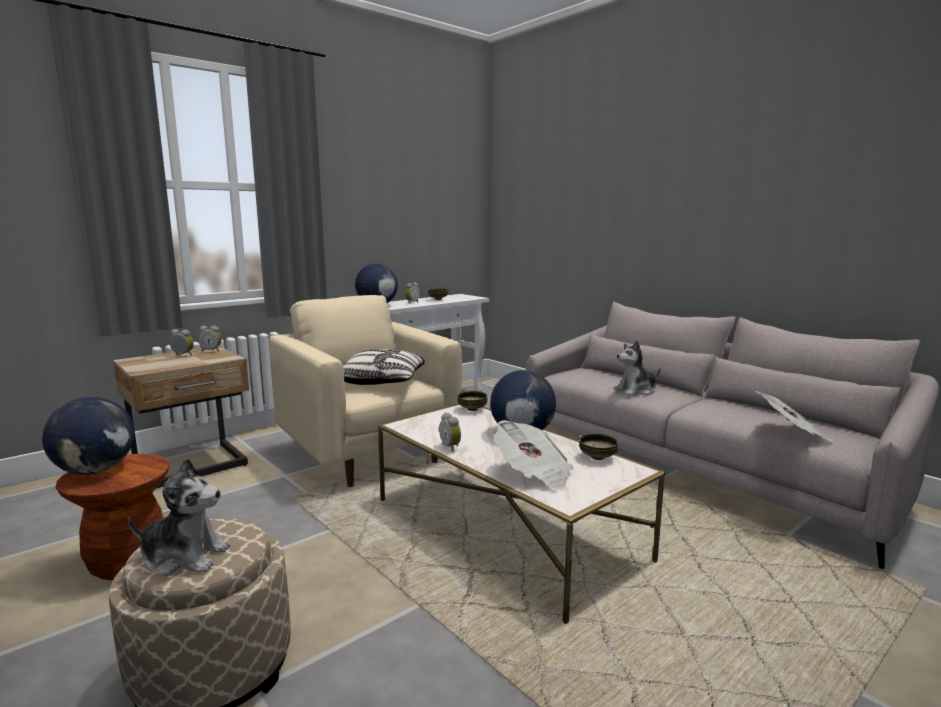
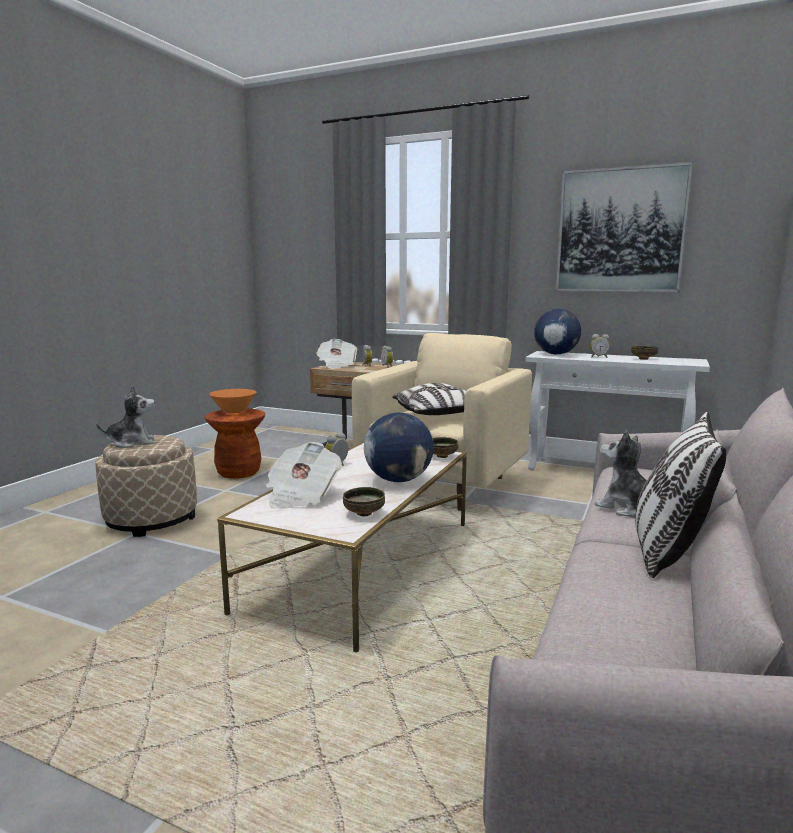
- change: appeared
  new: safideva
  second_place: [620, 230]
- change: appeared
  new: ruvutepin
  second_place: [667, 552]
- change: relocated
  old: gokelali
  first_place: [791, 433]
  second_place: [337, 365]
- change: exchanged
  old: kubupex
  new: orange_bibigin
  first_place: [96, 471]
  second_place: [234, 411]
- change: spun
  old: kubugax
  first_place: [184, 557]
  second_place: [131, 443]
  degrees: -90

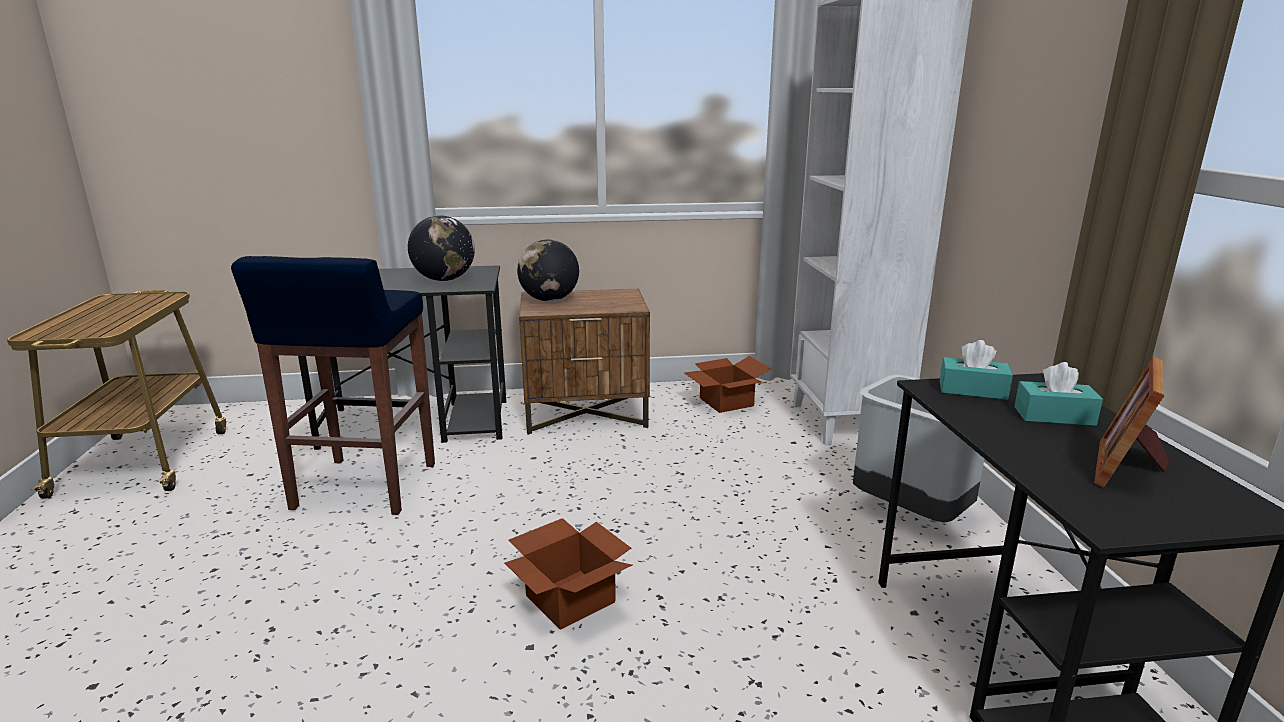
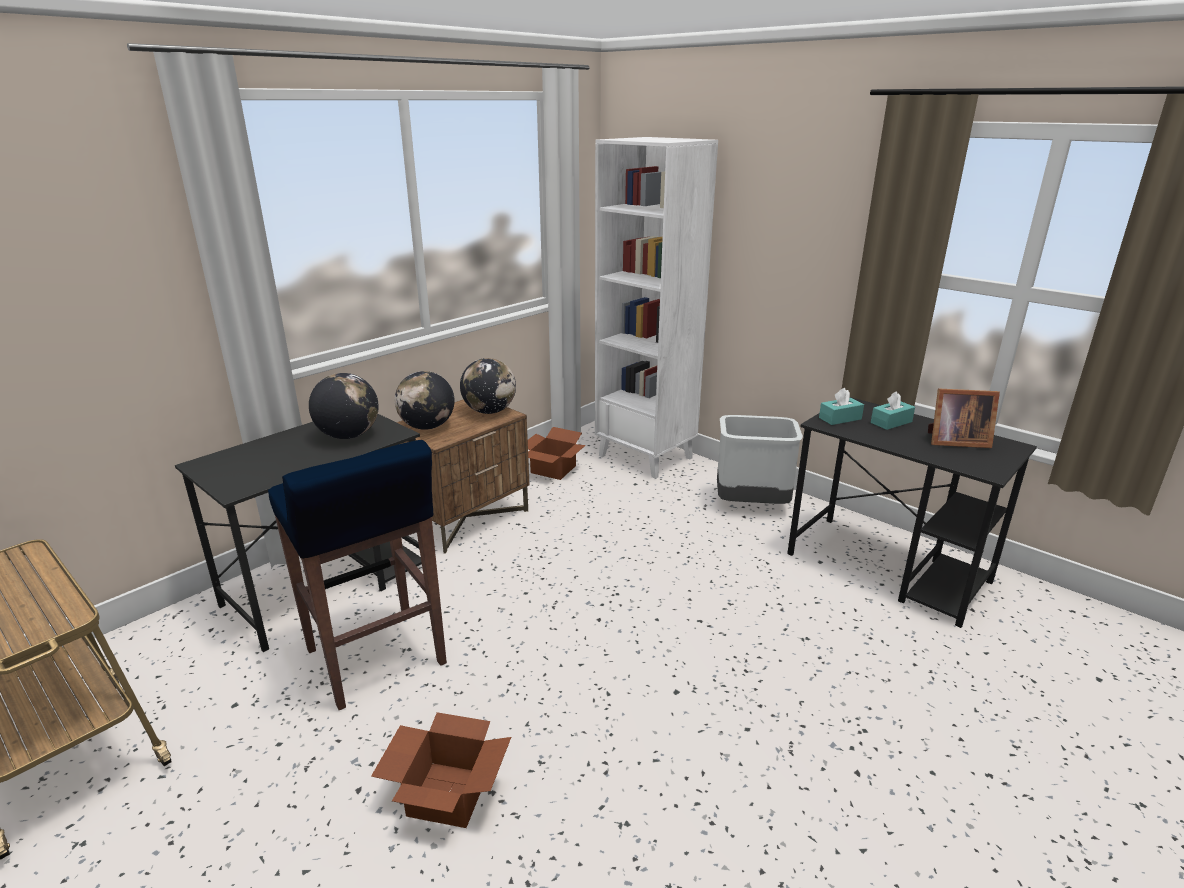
- change: appeared
  new: kubupex
  second_place: [490, 411]
- change: relocated
  old: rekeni
  first_place: [570, 597]
  second_place: [446, 793]
- change: spun
  old: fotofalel
  first_place: [1128, 468]
  second_place: [954, 441]
  degrees: -75

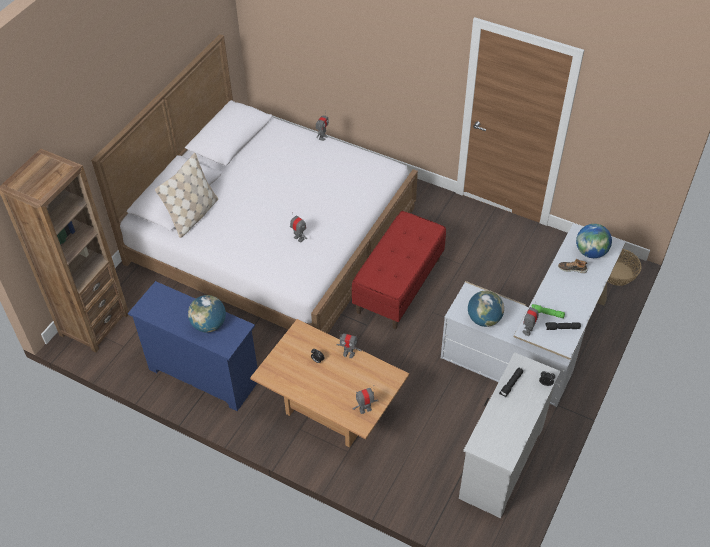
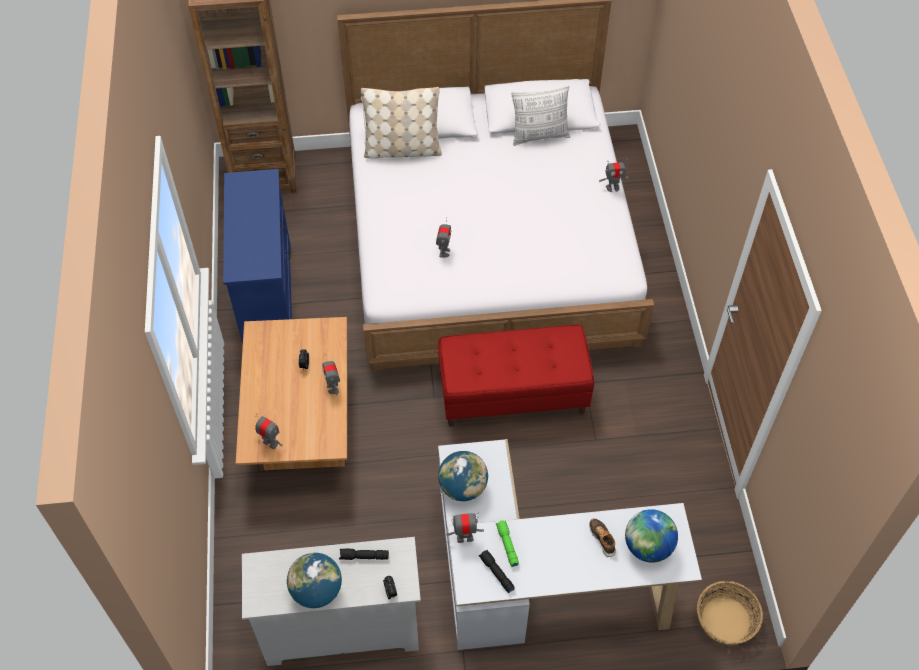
- change: appeared
  new: ruvutepin
  second_place: [539, 135]
- change: relocated
  old: kubupex
  first_place: [209, 325]
  second_place: [317, 591]

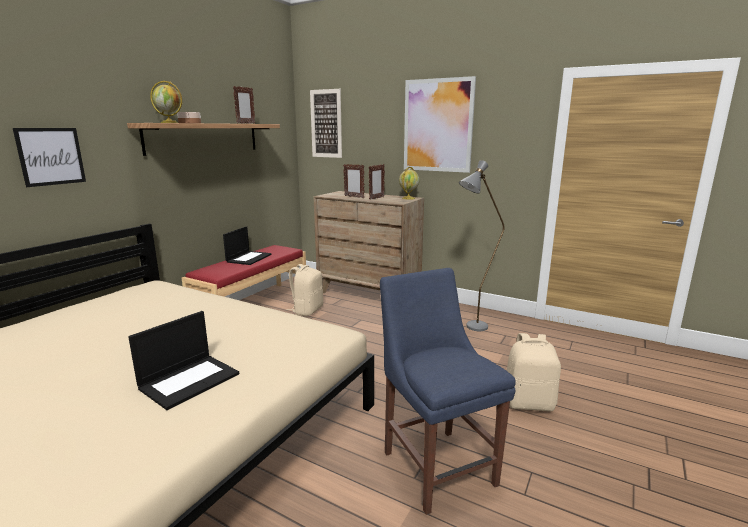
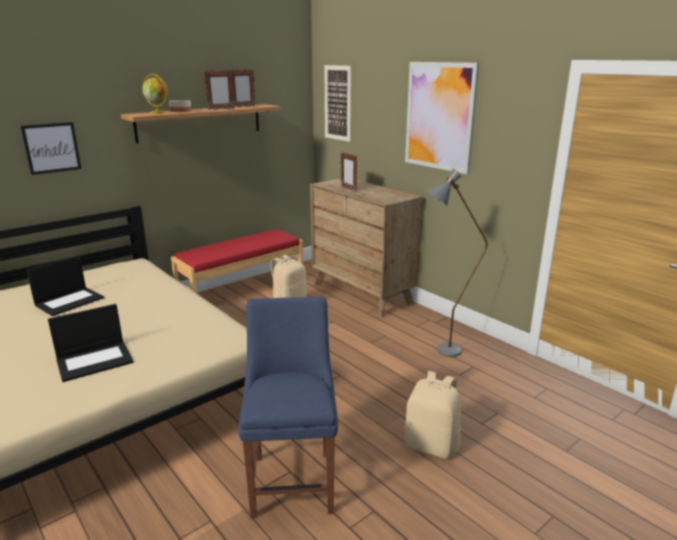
- change: missing
  old: kubupex
  first_place: [408, 198]
- change: relocated
  old: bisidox
  first_place: [249, 258]
  second_place: [70, 301]
- change: relocated
  old: fotofalel
  first_place: [376, 198]
  second_place: [221, 109]

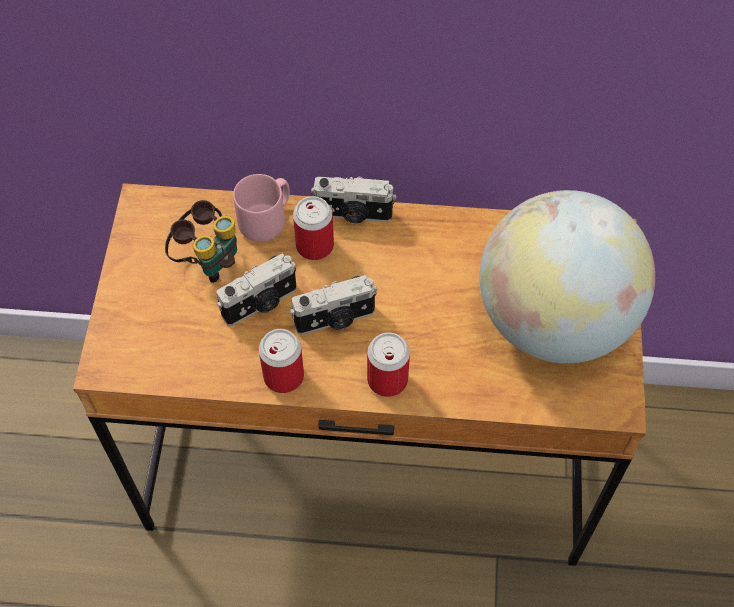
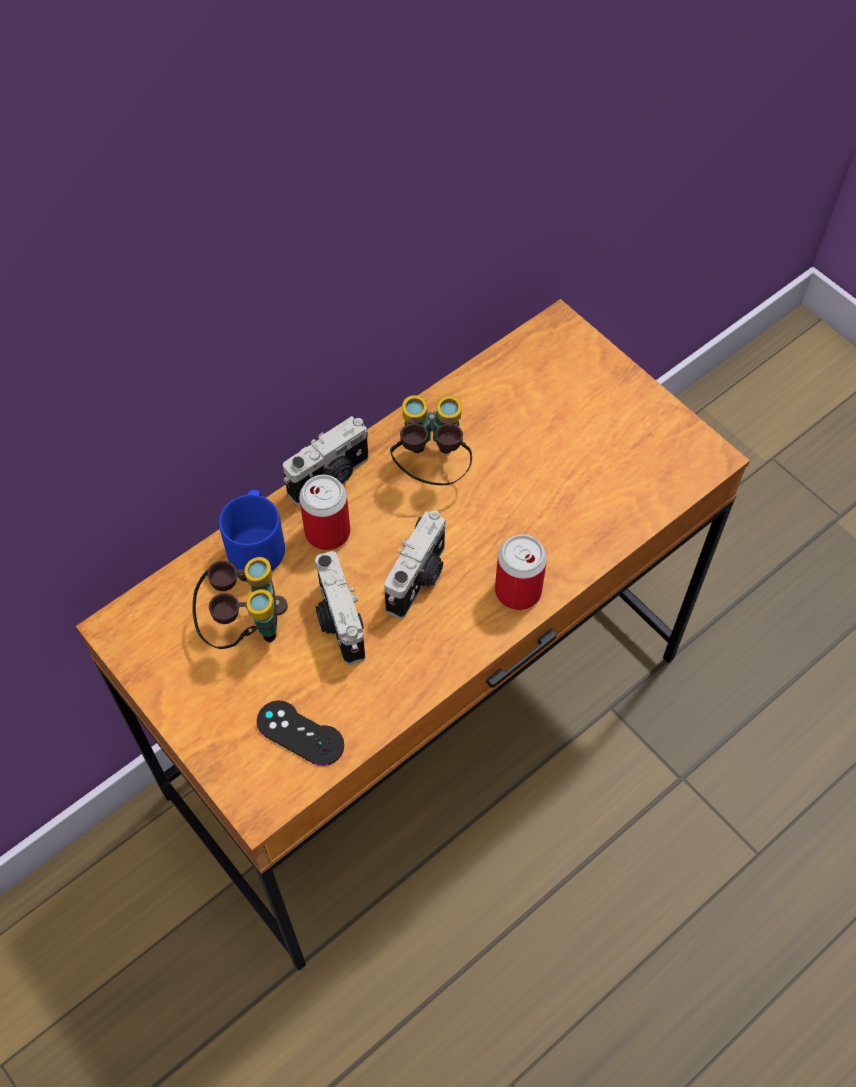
- change: missing
  old: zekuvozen
  first_place: [283, 376]
- change: missing
  old: kubupex
  first_place: [553, 319]
- change: appeared
  new: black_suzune
  second_place: [300, 733]
- change: appeared
  new: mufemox
  second_place: [431, 468]
- change: colour
  old: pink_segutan
  new: blue_segutan
  first_place: [266, 219]
  second_place: [257, 545]
- change: spun
  old: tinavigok
  first_place: [261, 304]
  second_place: [338, 622]
  degrees: 150

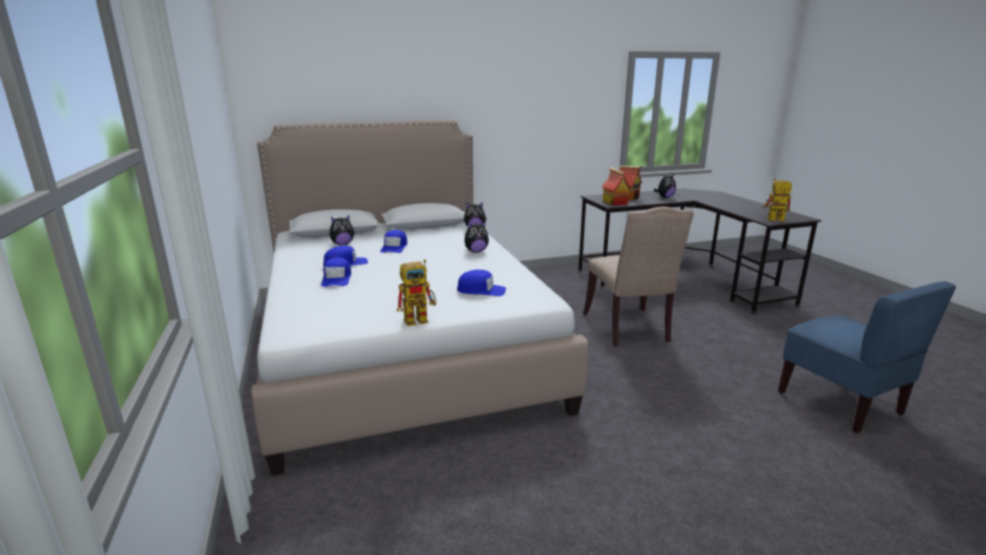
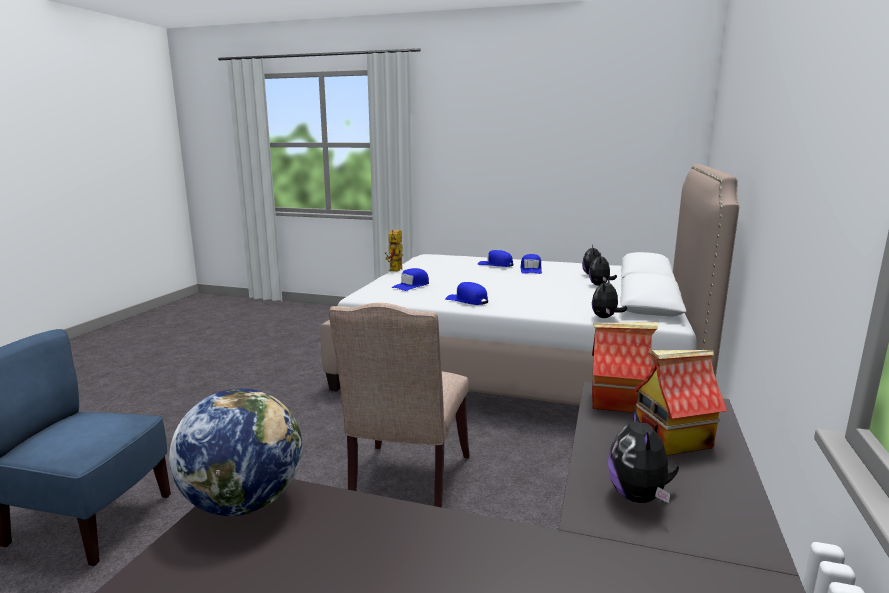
- change: relocated
  old: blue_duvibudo
  first_place: [394, 247]
  second_place: [467, 300]
- change: relocated
  old: kubugax
  first_place: [476, 251]
  second_place: [600, 285]
- change: exchanged
  old: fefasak
  new: kubupex
  first_place: [772, 220]
  second_place: [244, 502]
- change: spun
  old: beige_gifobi
  first_place: [629, 329]
  second_place: [407, 486]
  degrees: -105

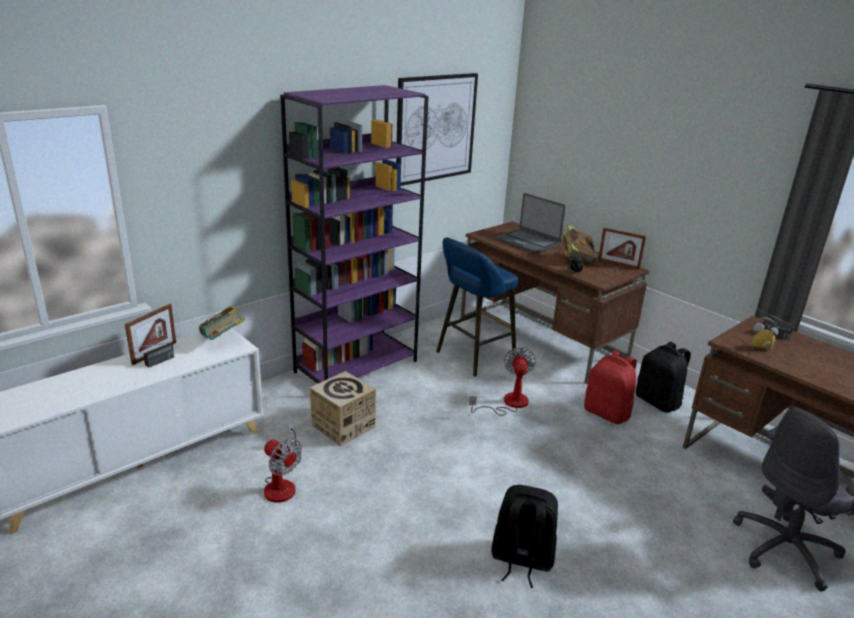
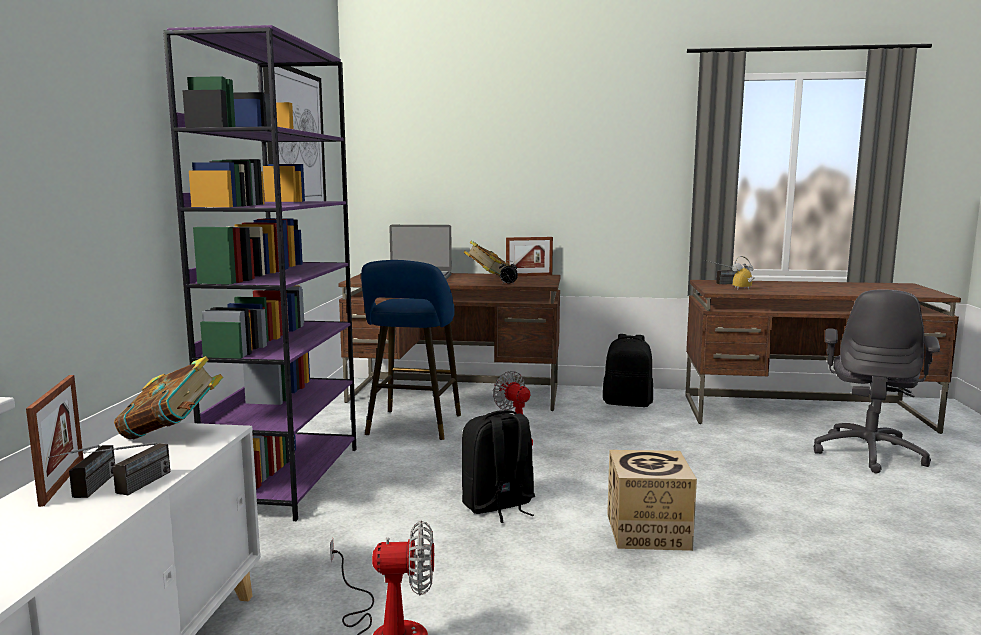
- change: missing
  old: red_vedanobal
  first_place: [607, 413]
- change: appeared
  new: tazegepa
  second_place: [133, 489]
- change: relocated
  old: rekeni
  first_place: [343, 426]
  second_place: [647, 531]
- change: relocated
  old: black_vedanobal
  first_place: [521, 560]
  second_place: [498, 506]

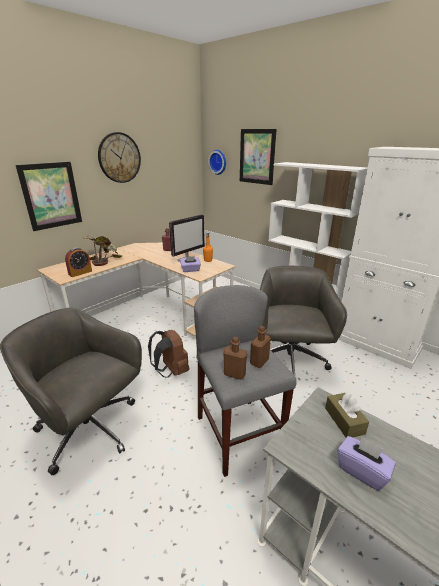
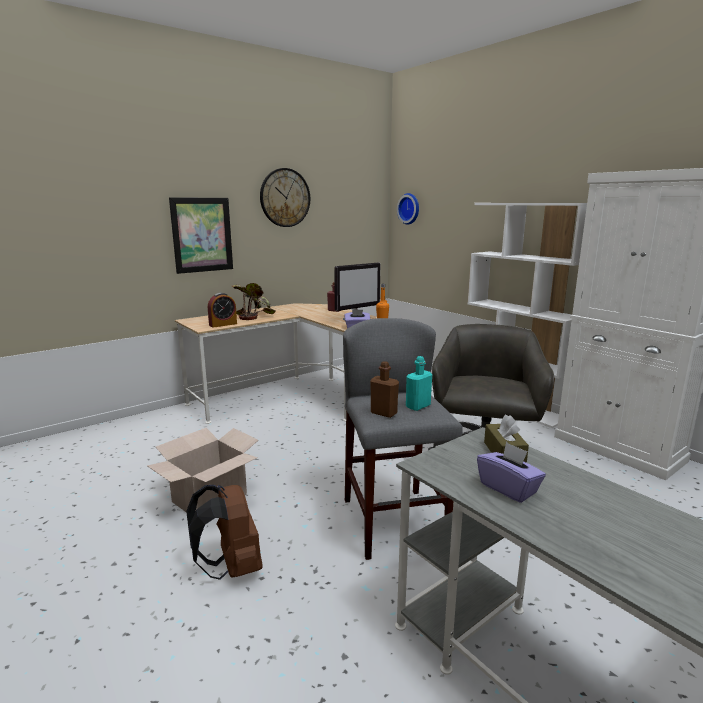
- change: missing
  old: safideva
  first_place: [257, 156]
- change: relocated
  old: brown_vedanobal
  first_place: [171, 371]
  second_place: [231, 568]
- change: exchanged
  old: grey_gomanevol
  new: rekeni
  first_place: [90, 430]
  second_place: [209, 498]
- change: colour
  old: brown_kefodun
  new: turquoise_kefodun
  first_place: [259, 362]
  second_place: [418, 406]

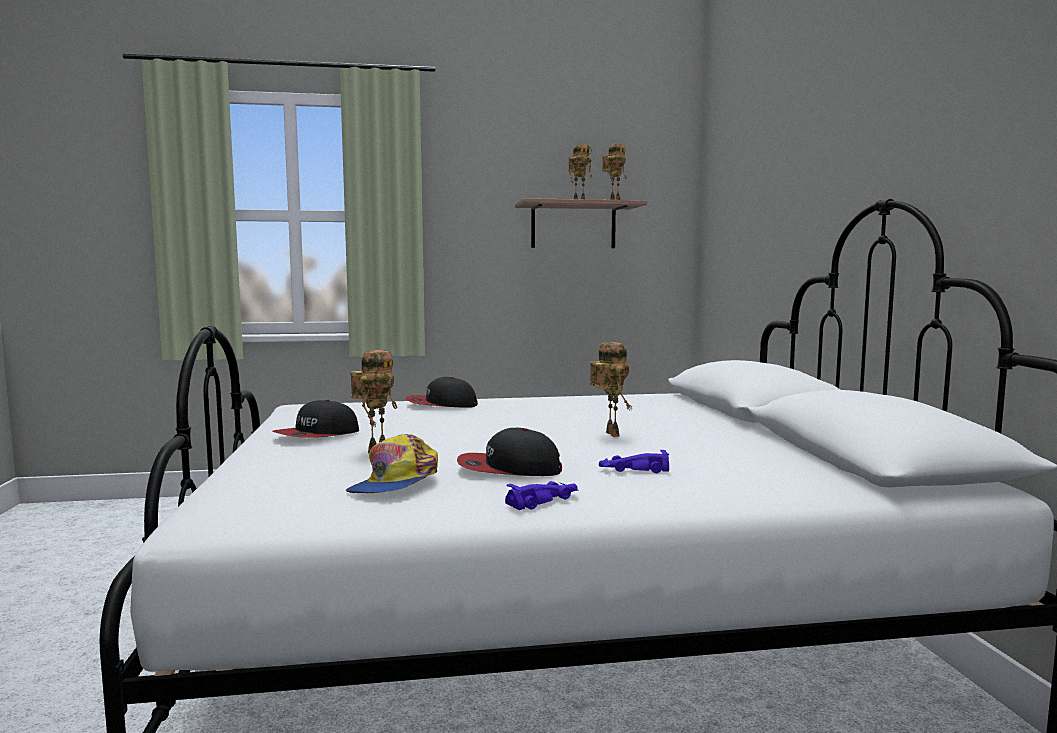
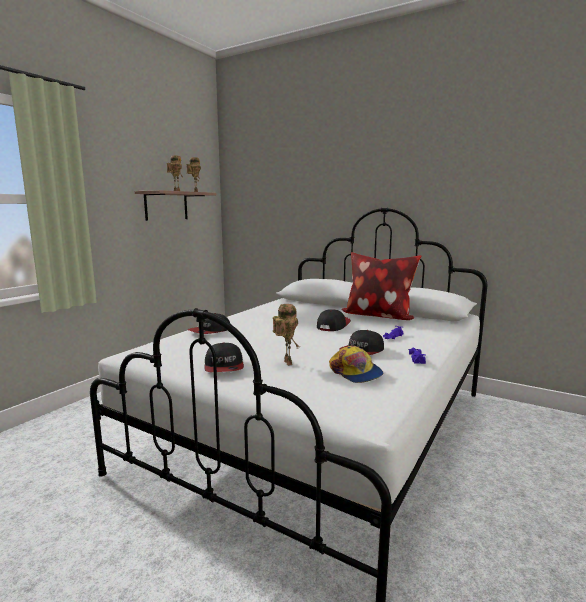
- change: appeared
  new: ruvutepin
  second_place: [378, 316]
- change: exchanged
  old: fefasak
  new: duvibudo
  first_place: [609, 434]
  second_place: [333, 325]

